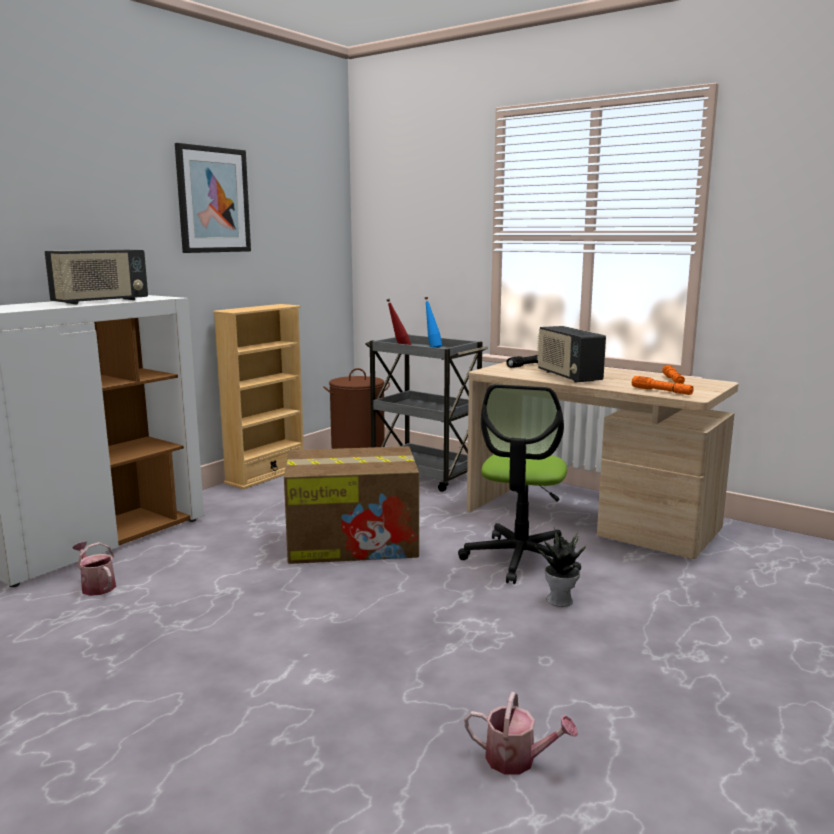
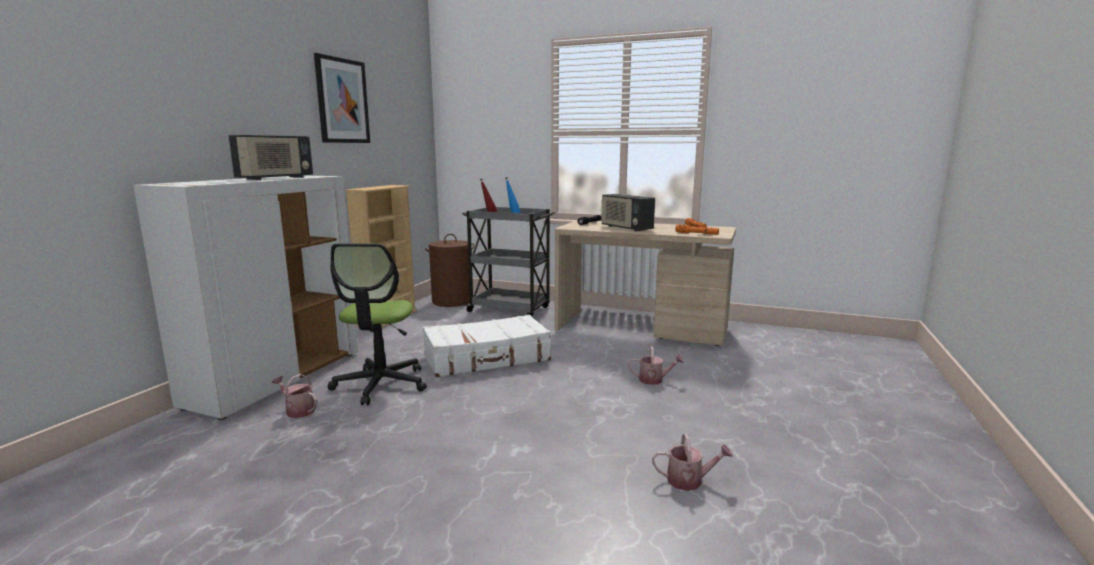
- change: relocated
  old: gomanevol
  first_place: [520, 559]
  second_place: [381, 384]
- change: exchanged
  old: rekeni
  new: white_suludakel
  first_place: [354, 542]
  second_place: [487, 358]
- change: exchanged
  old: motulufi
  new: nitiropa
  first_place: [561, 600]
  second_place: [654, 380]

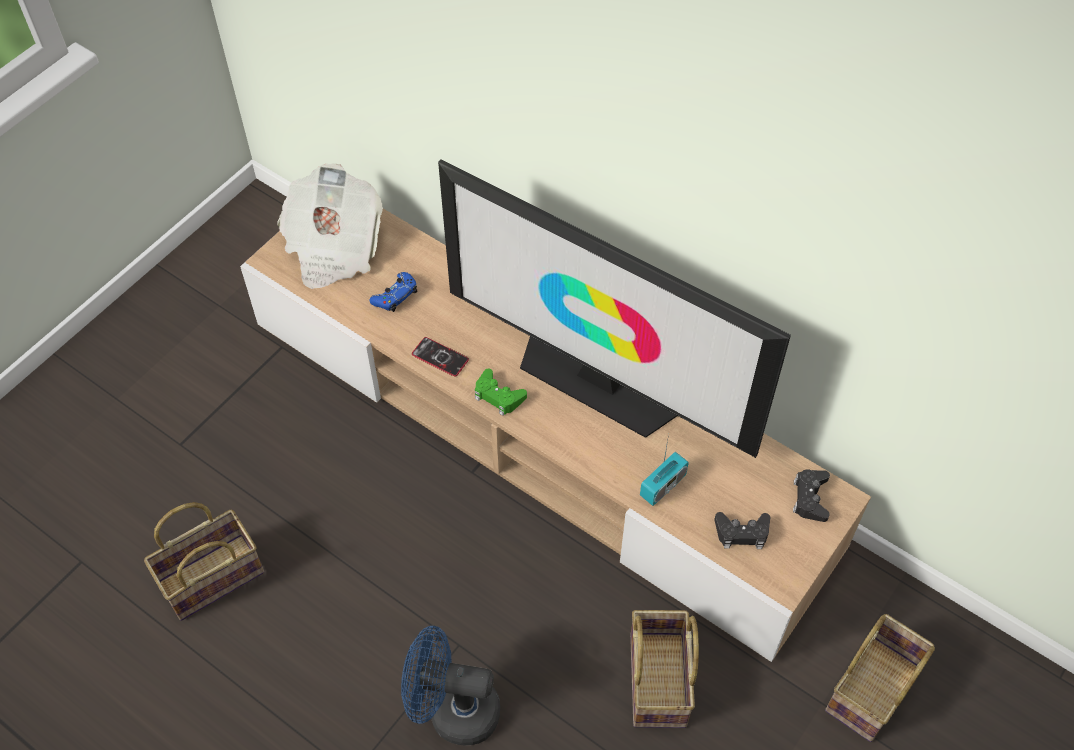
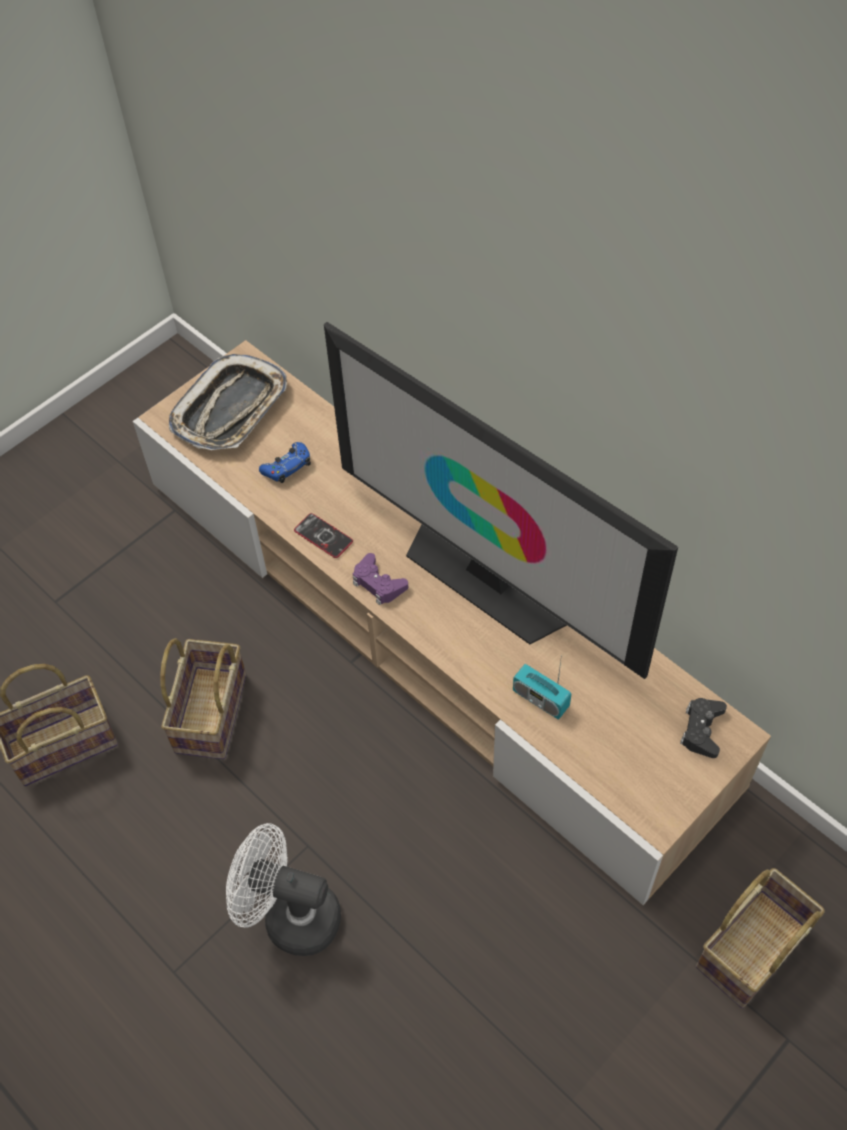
- change: missing
  old: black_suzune
  first_place: [742, 533]
- change: relocated
  old: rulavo
  first_place: [660, 683]
  second_place: [212, 716]
- change: exchanged
  old: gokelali
  new: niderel
  first_place: [333, 247]
  second_place: [231, 409]
- change: colour
  old: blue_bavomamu
  new: white_bavomamu
  first_place: [453, 710]
  second_place: [290, 916]
- change: colour
  old: green_suzune
  new: purple_suzune
  first_place: [498, 396]
  second_place: [378, 583]
- change: spun
  old: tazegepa
  first_place: [663, 485]
  second_place: [540, 699]
  degrees: 75

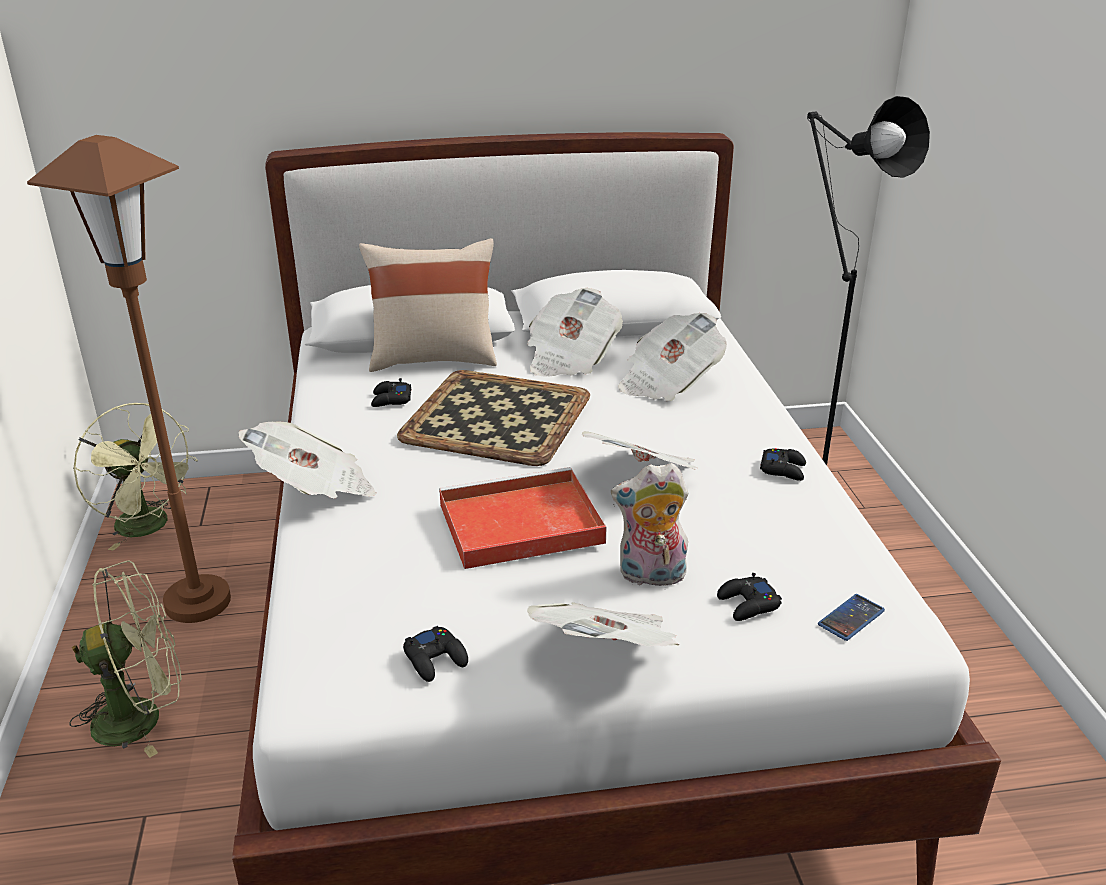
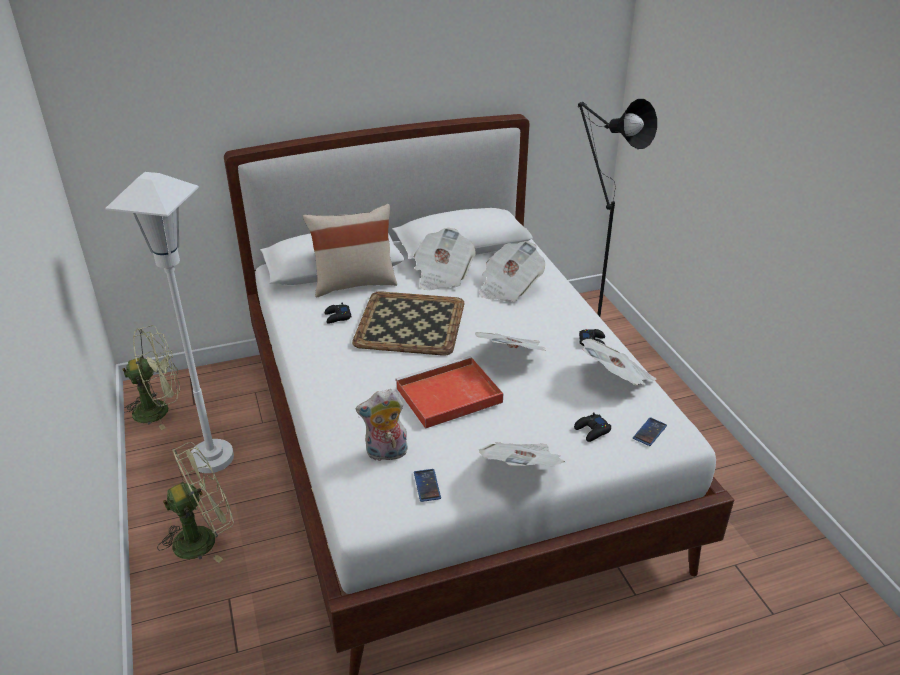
- change: relocated
  old: gokelali
  first_place: [314, 489]
  second_place: [616, 379]
- change: relocated
  old: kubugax
  first_place: [650, 576]
  second_place: [386, 454]
- change: exchanged
  old: black_suzune
  new: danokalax
  first_place: [436, 659]
  second_place: [427, 485]
- change: colour
  old: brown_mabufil
  new: white_mabufil
  first_place: [198, 602]
  second_place: [212, 458]
- change: spun
  old: green_bavomamu
  first_place: [150, 527]
  second_place: [159, 410]
  degrees: -45

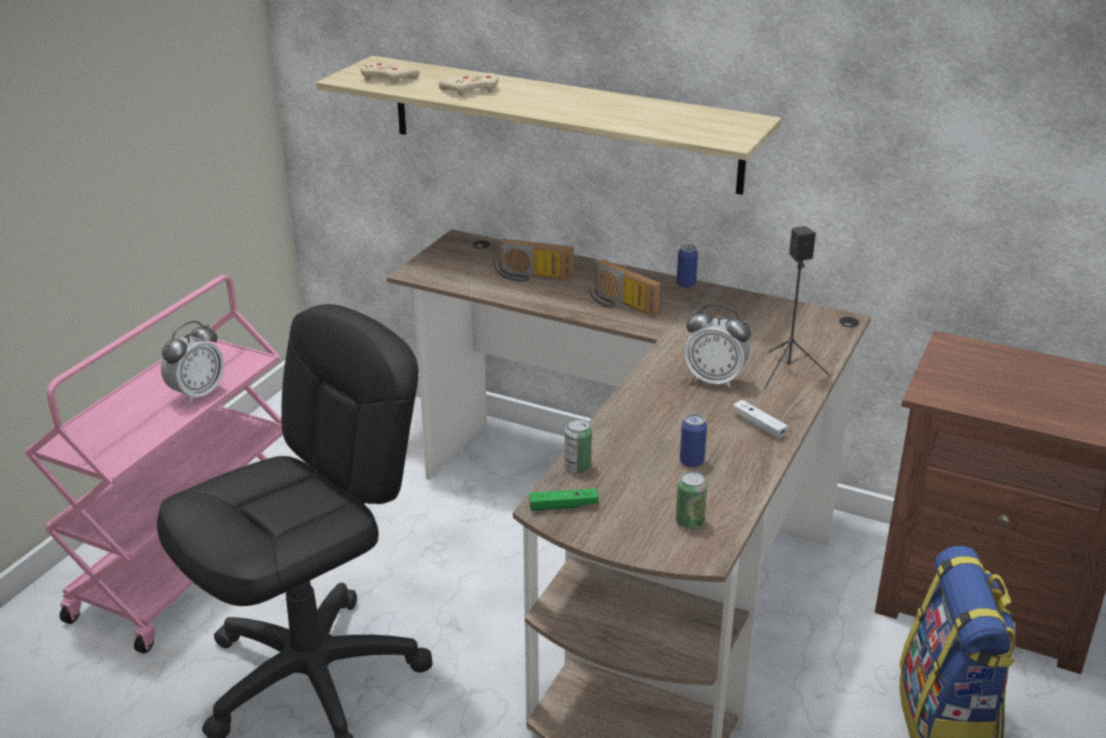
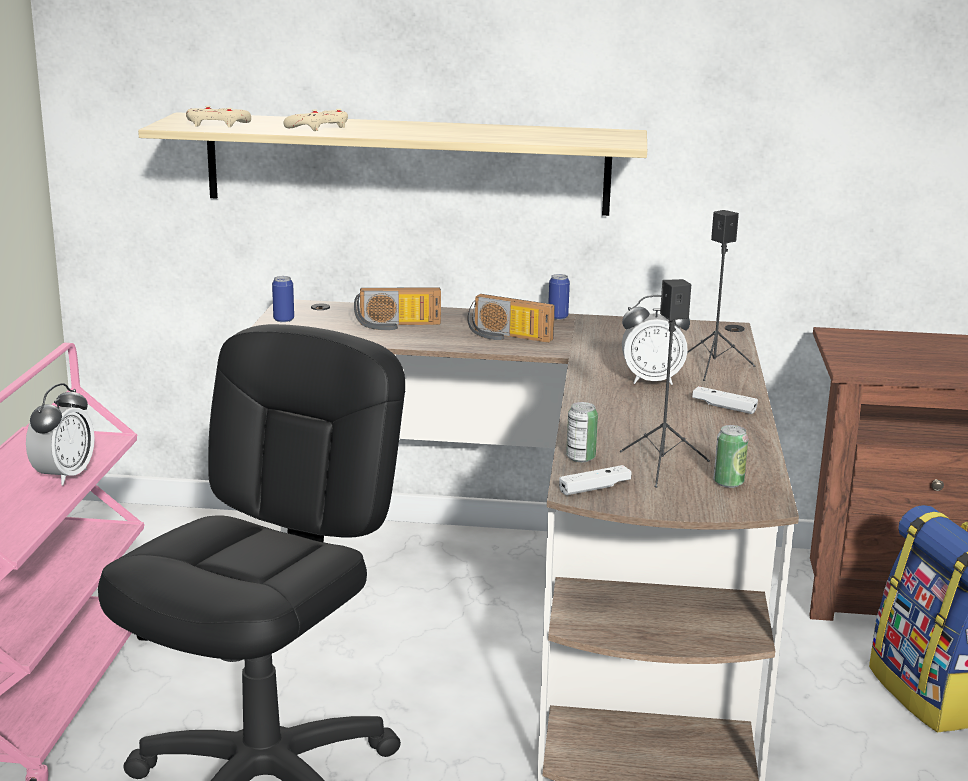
- change: appeared
  new: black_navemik
  second_place: [662, 466]
- change: relocated
  old: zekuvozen
  first_place: [691, 462]
  second_place: [283, 319]
- change: colour
  old: green_suzune
  new: white_suzune
  first_place: [563, 506]
  second_place: [594, 488]

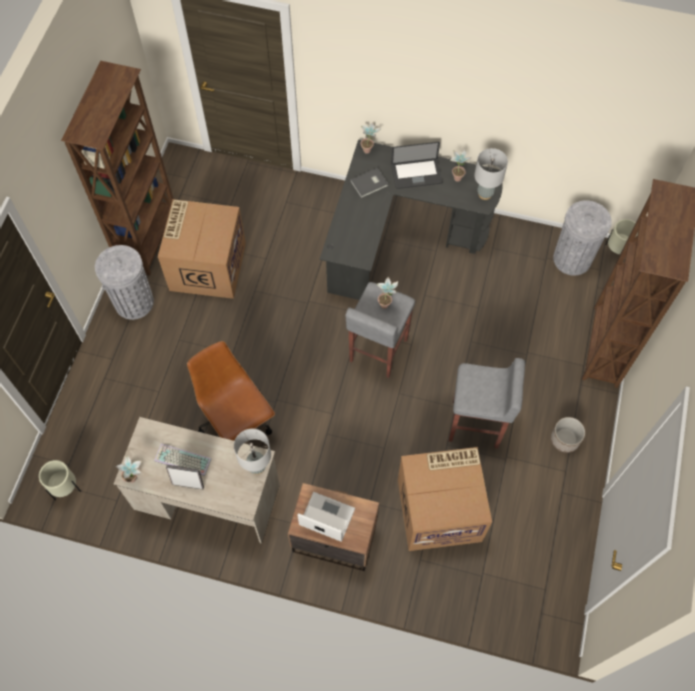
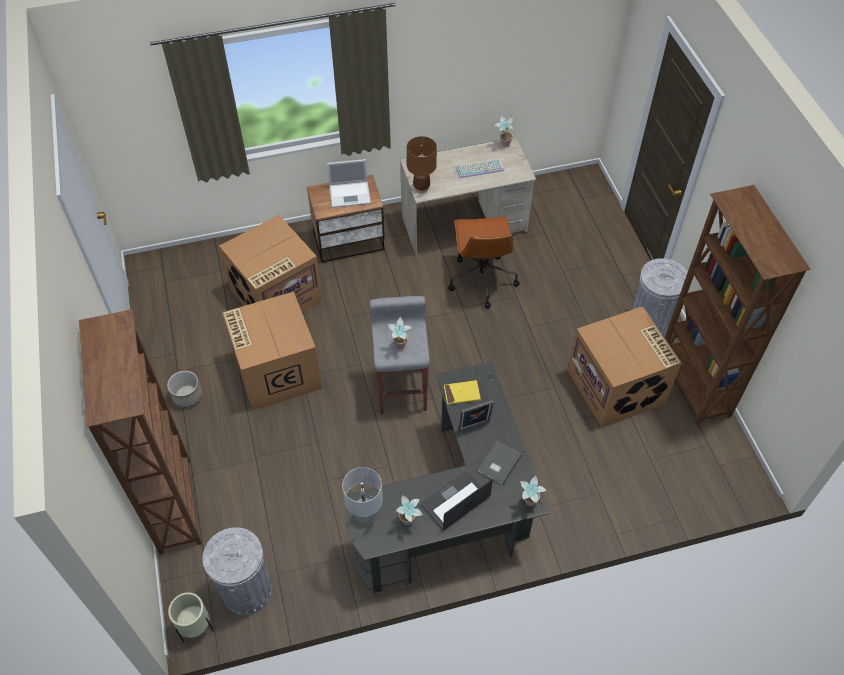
- change: missing
  old: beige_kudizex
  first_place: [66, 488]
- change: appeared
  new: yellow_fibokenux
  second_place: [462, 394]
- change: relocated
  old: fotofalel
  first_place: [188, 483]
  second_place: [474, 427]
- change: exchanged
  old: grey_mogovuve
  new: rekeni
  first_place: [476, 425]
  second_place: [276, 371]
- change: colour
  old: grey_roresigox
  new: brown_roresigox
  first_place: [257, 466]
  second_place: [421, 187]
- change: spun
  old: brown_gomanevol
  first_place: [237, 423]
  second_place: [481, 279]
  degrees: 60

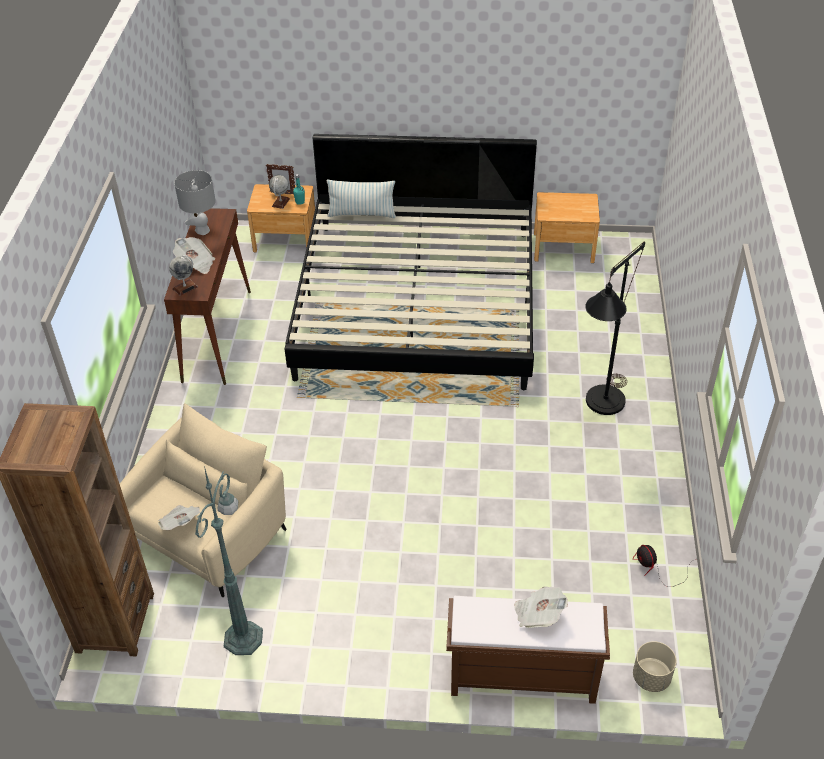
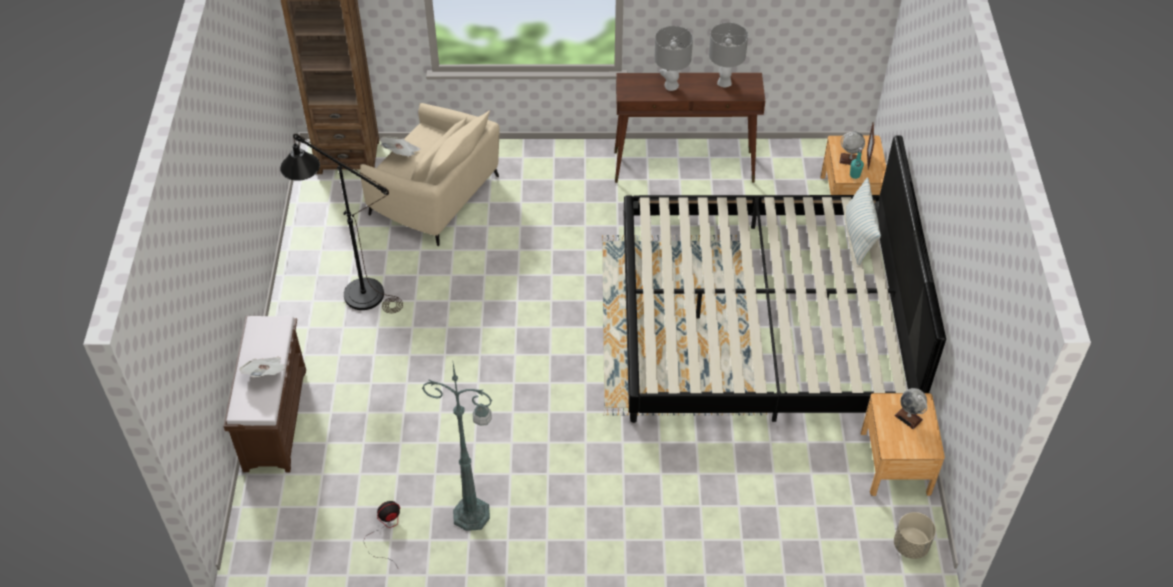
- change: relocated
  old: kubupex
  first_place: [185, 287]
  second_place: [908, 417]
- change: relocated
  old: green_mabufil
  first_place: [244, 636]
  second_place: [473, 515]
- change: relocated
  old: black_mabufil
  first_place: [600, 408]
  second_place: [353, 291]
- change: relocated
  old: beige_kudizex
  first_place: [651, 677]
  second_place: [910, 545]
- change: exchanged
  old: gokelali
  new: grey_roresigox
  first_place: [196, 264]
  second_place: [671, 85]

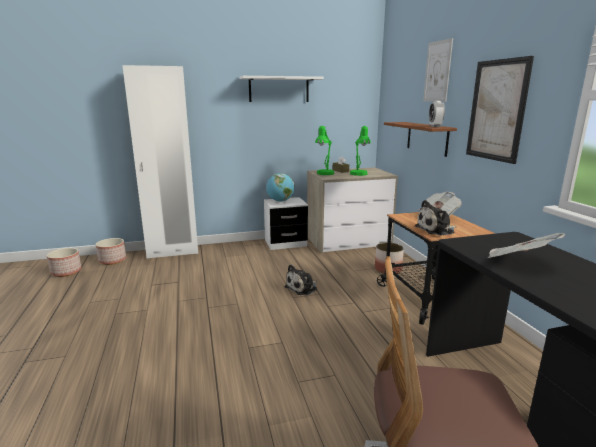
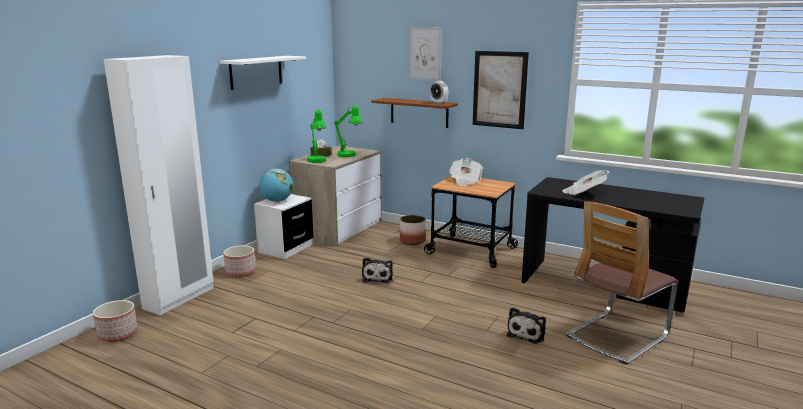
- change: relocated
  old: kudizex
  first_place: [66, 272]
  second_place: [240, 272]
- change: relocated
  old: kubugax
  first_place: [436, 230]
  second_place: [527, 333]

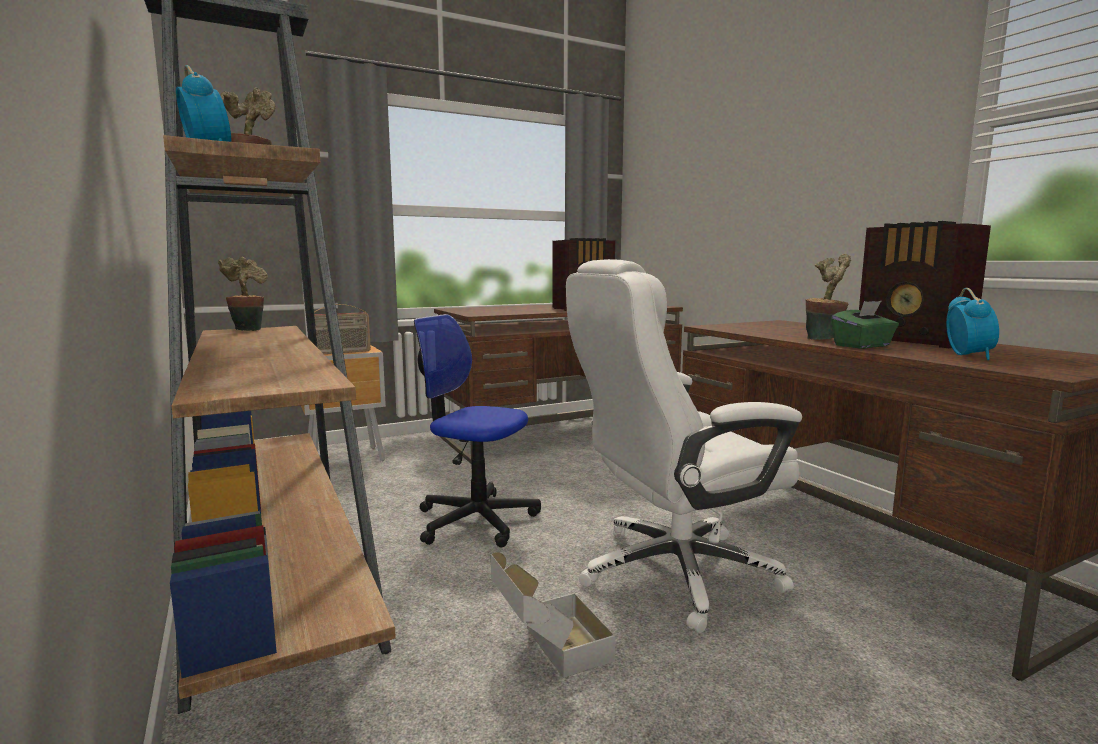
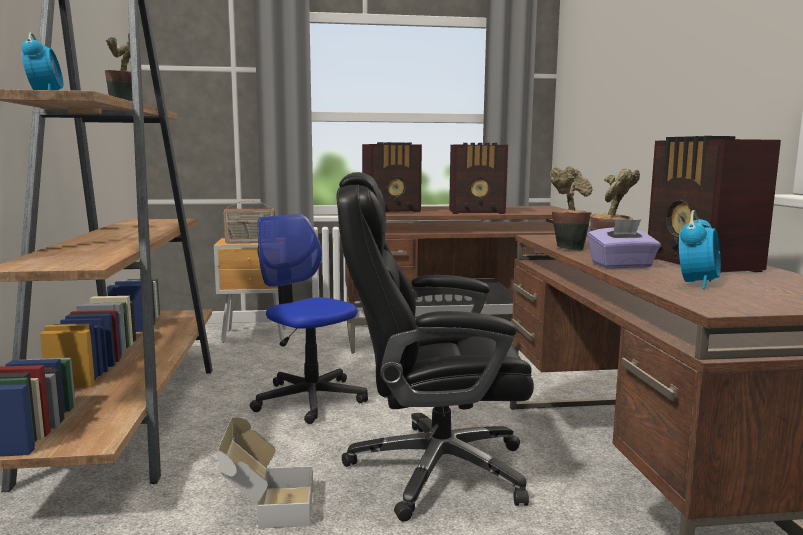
- change: appeared
  new: tazegepa
  second_place: [393, 211]
- change: relocated
  old: motulufi
  first_place: [247, 329]
  second_place: [568, 248]
- change: colour
  old: white_gomanevol
  new: black_gomanevol
  first_place: [673, 573]
  second_place: [433, 469]
- change: colour
  old: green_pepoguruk
  new: purple_pepoguruk
  first_place: [862, 346]
  second_place: [622, 265]

